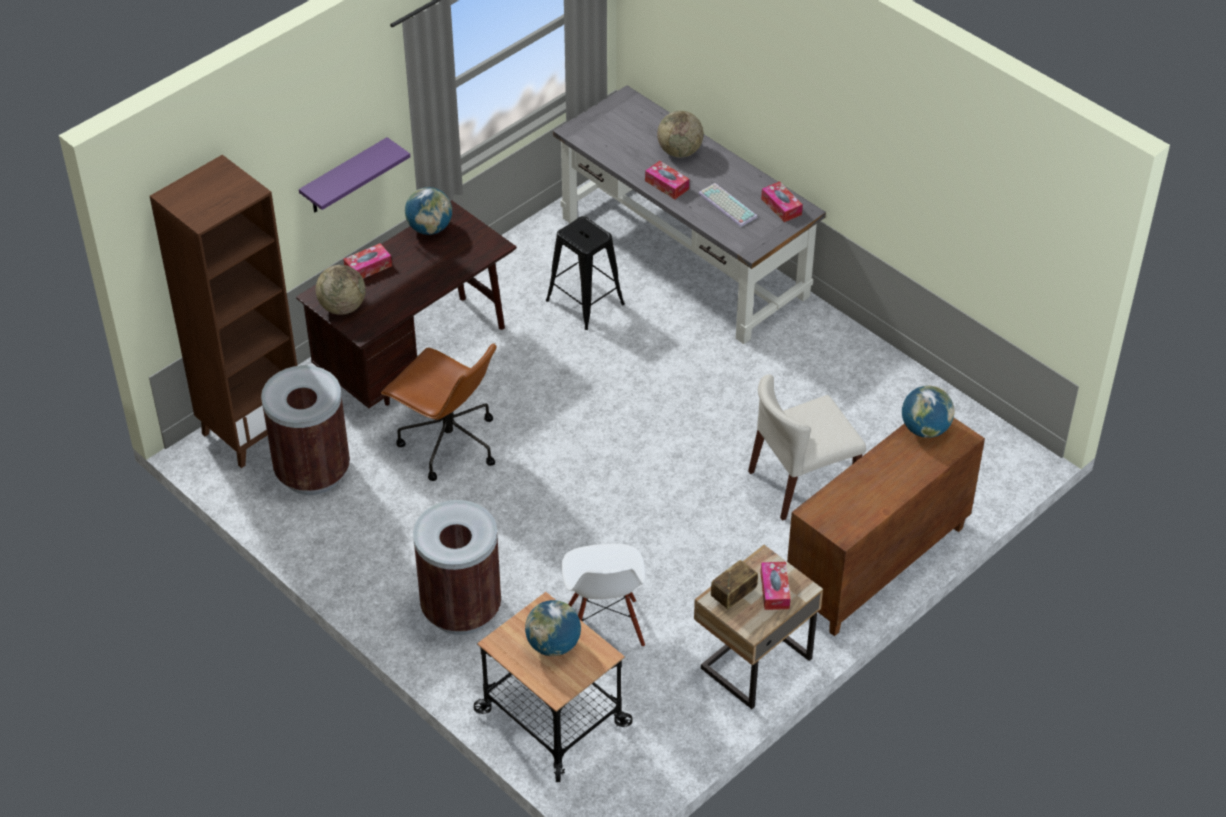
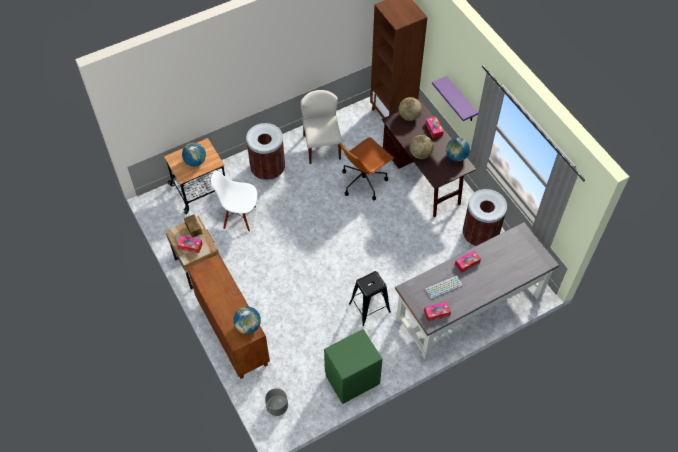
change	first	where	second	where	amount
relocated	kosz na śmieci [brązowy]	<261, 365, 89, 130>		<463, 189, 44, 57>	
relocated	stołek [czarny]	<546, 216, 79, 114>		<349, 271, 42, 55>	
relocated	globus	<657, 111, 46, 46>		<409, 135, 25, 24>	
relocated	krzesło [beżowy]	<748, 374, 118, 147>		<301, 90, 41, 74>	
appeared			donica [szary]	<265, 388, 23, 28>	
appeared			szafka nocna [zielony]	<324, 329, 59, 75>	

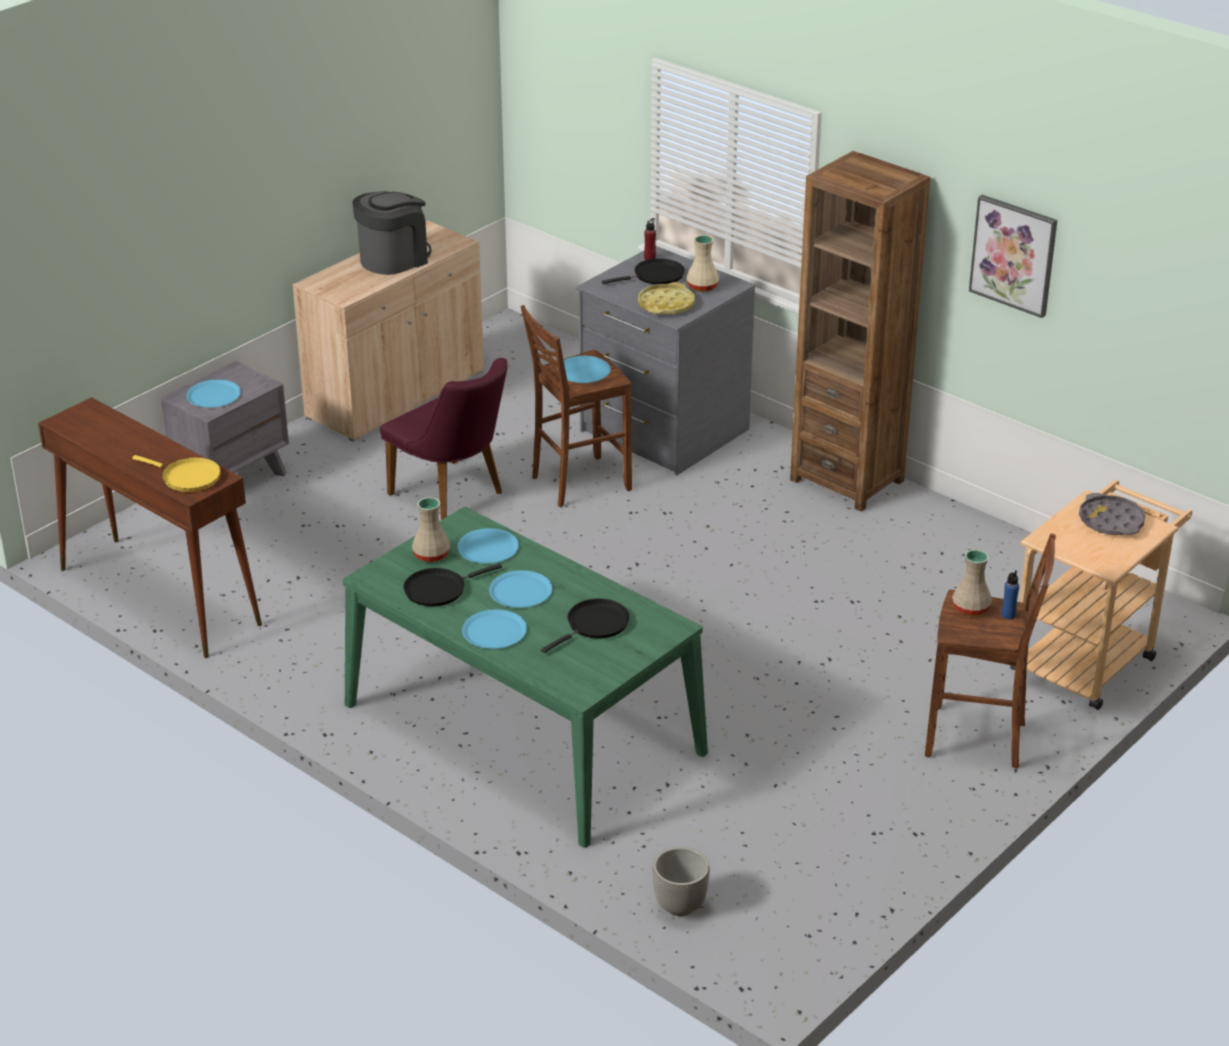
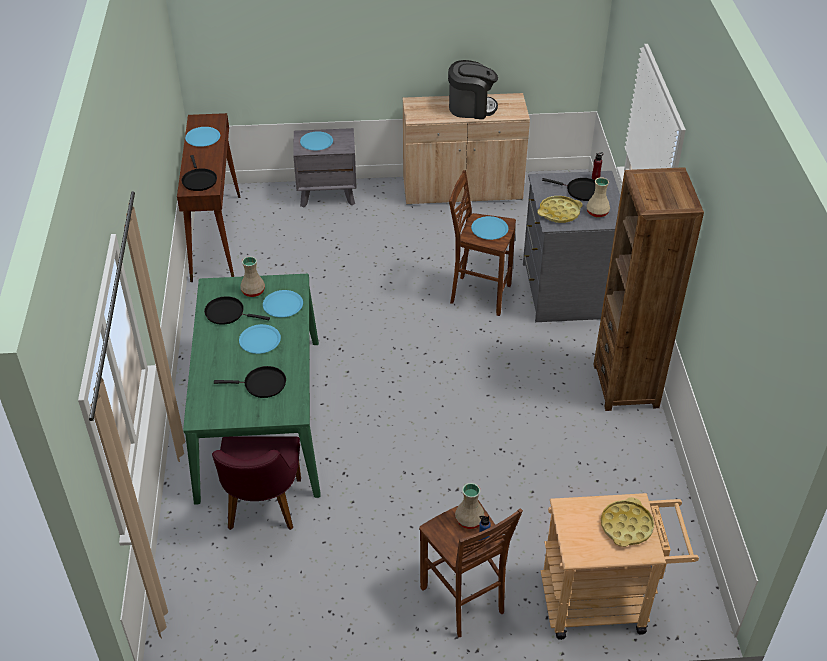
change	first	where	second	where	amount
colour	patelnia [żółty]	<132, 455, 89, 37>	patelnia [czarny]	<182, 155, 35, 36>	
relocated	krzesło [fioletowy]	<380, 358, 128, 162>		<212, 437, 89, 93>	
relocated	talerz [niebieski]	<462, 610, 65, 39>		<185, 127, 35, 20>	
missing	donica	<653, 847, 57, 69>			
missing	obraz	<969, 195, 88, 123>			
colour	taca [szary]	<1079, 493, 67, 42>	taca [żółty]	<601, 497, 53, 50>	

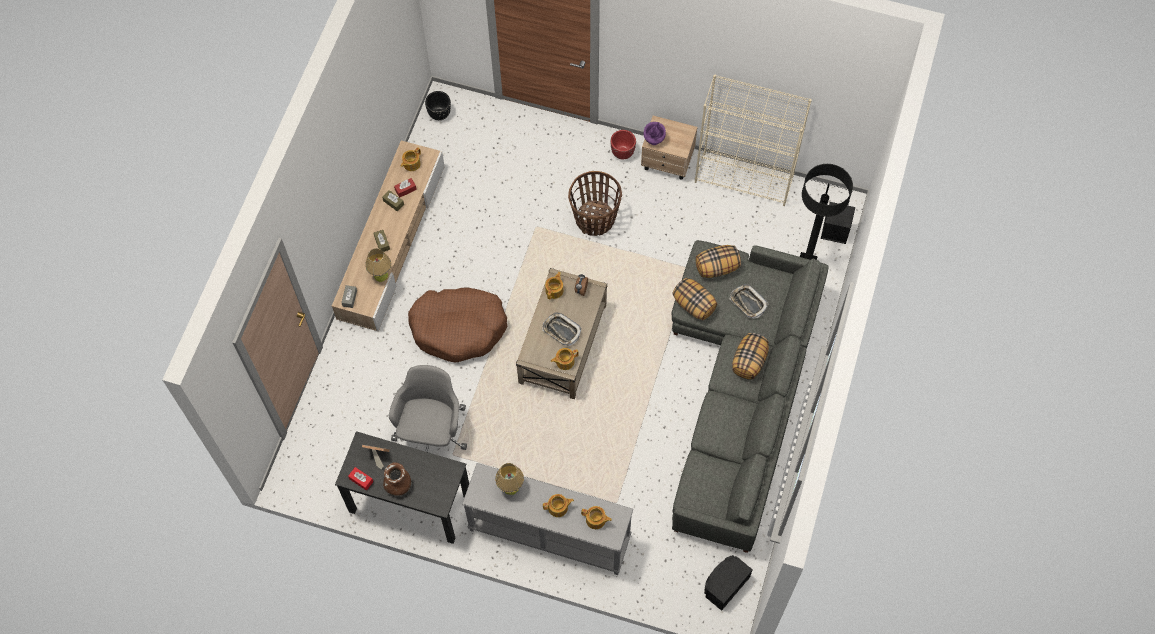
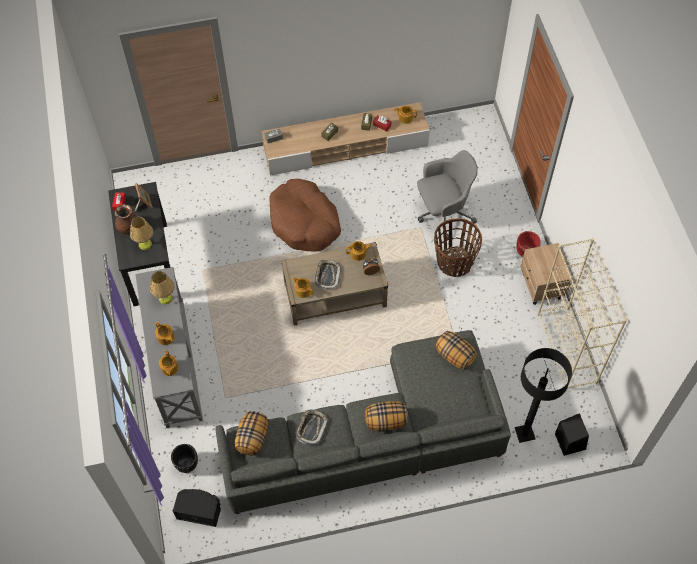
change	first	where	second	where	amount
relocated	lampa stołowa	<365, 248, 26, 34>		<130, 217, 24, 33>	
relocated	krzesło biurowe [szary]	<389, 365, 78, 87>		<417, 150, 61, 89>	
relocated	donica [czarny]	<425, 91, 26, 29>		<171, 444, 27, 29>	
missing	wazon [fioletowy]	<643, 122, 23, 23>			
relocated	poduszka	<672, 278, 45, 42>		<235, 411, 33, 45>	
relocated	taca	<729, 284, 39, 35>		<296, 409, 32, 35>	

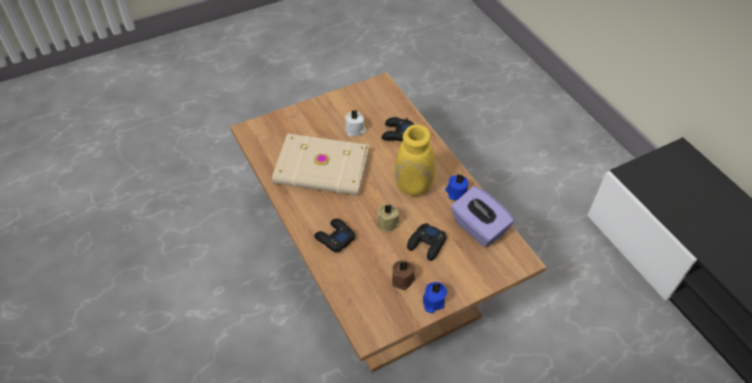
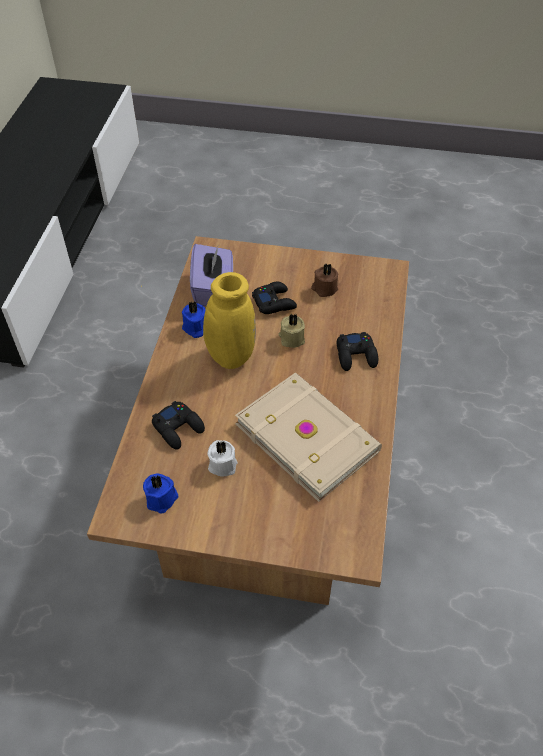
change	first	where	second	where	amount
relocated	świeca [niebieski]	<423, 282, 24, 31>		<143, 474, 35, 39>	

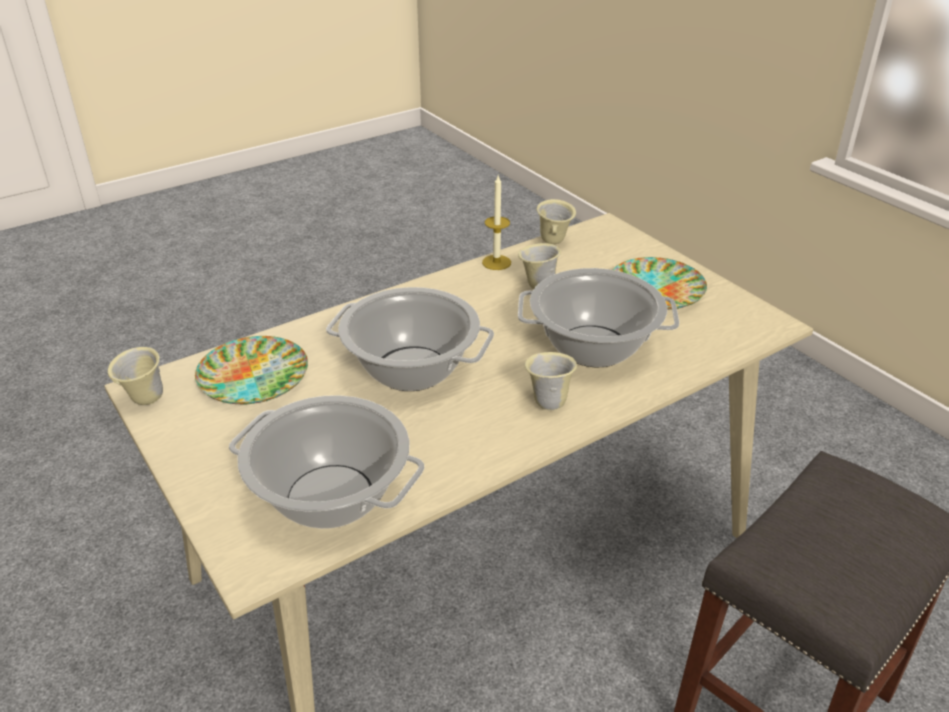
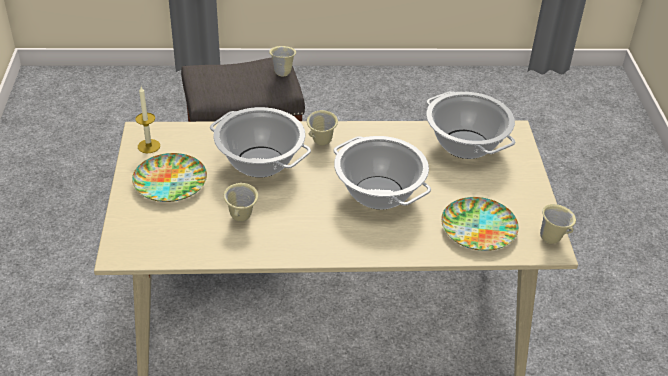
change	first	where	second	where	amount
relocated	świeca	<482, 176, 29, 94>		<135, 86, 25, 67>	
relocated	kubek [beżowy]	<537, 199, 39, 46>		<269, 46, 27, 31>	

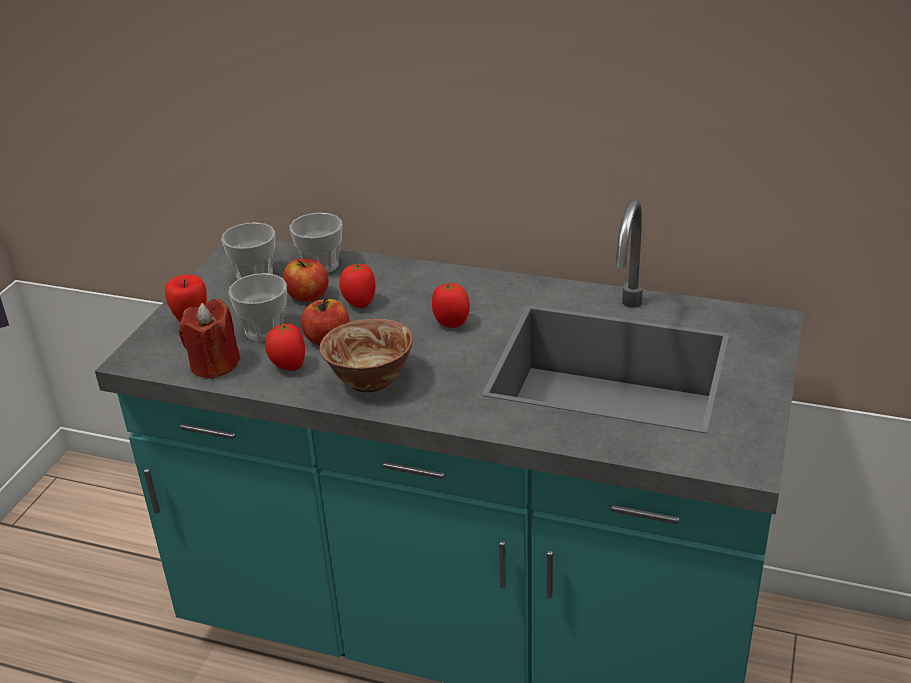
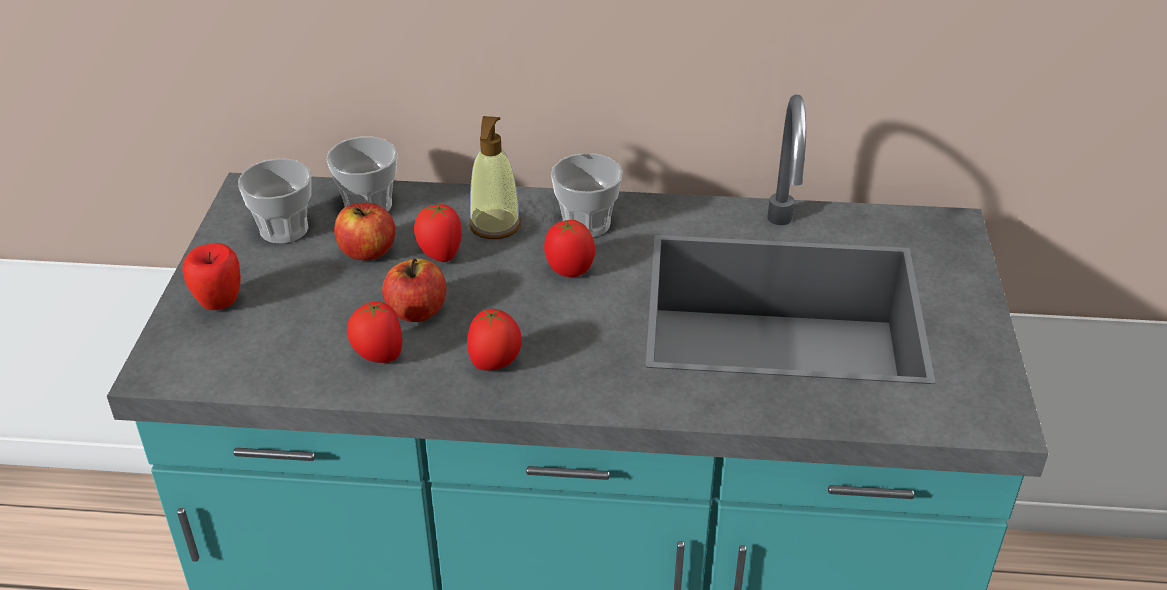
change	first	where	second	where	amount
missing	świeca [czerwony]	<179, 299, 62, 80>			
relocated	filiżanka	<229, 273, 58, 68>		<551, 153, 72, 84>	
exchanged	miska	<320, 319, 93, 73>	pomidor	<467, 309, 55, 61>	
appeared			dozownik mydła	<469, 116, 52, 123>	

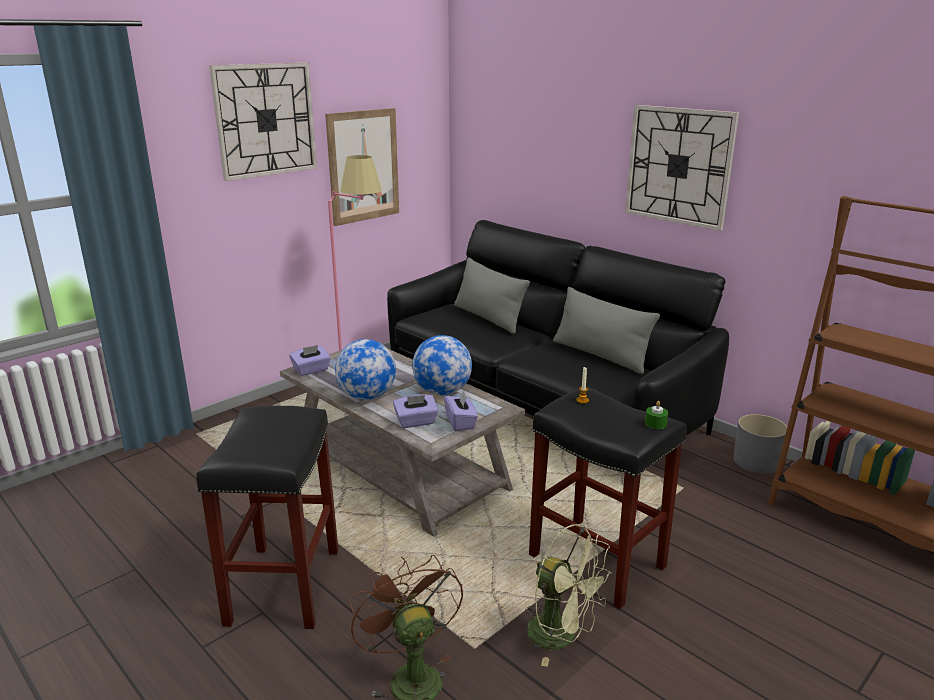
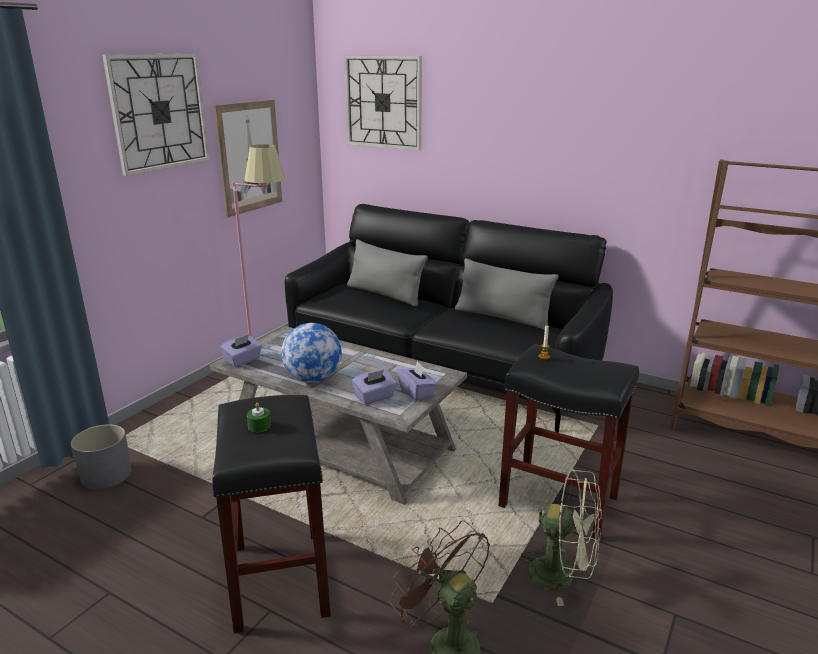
change	first	where	second	where	amount
missing	globus	<412, 335, 60, 60>			
relocated	zegar ścienny	<625, 105, 114, 126>		<344, 55, 78, 96>	
relocated	świeca [zielony]	<645, 401, 23, 28>		<247, 403, 24, 29>	
relocated	donica [szary]	<733, 414, 54, 60>		<71, 424, 60, 65>	

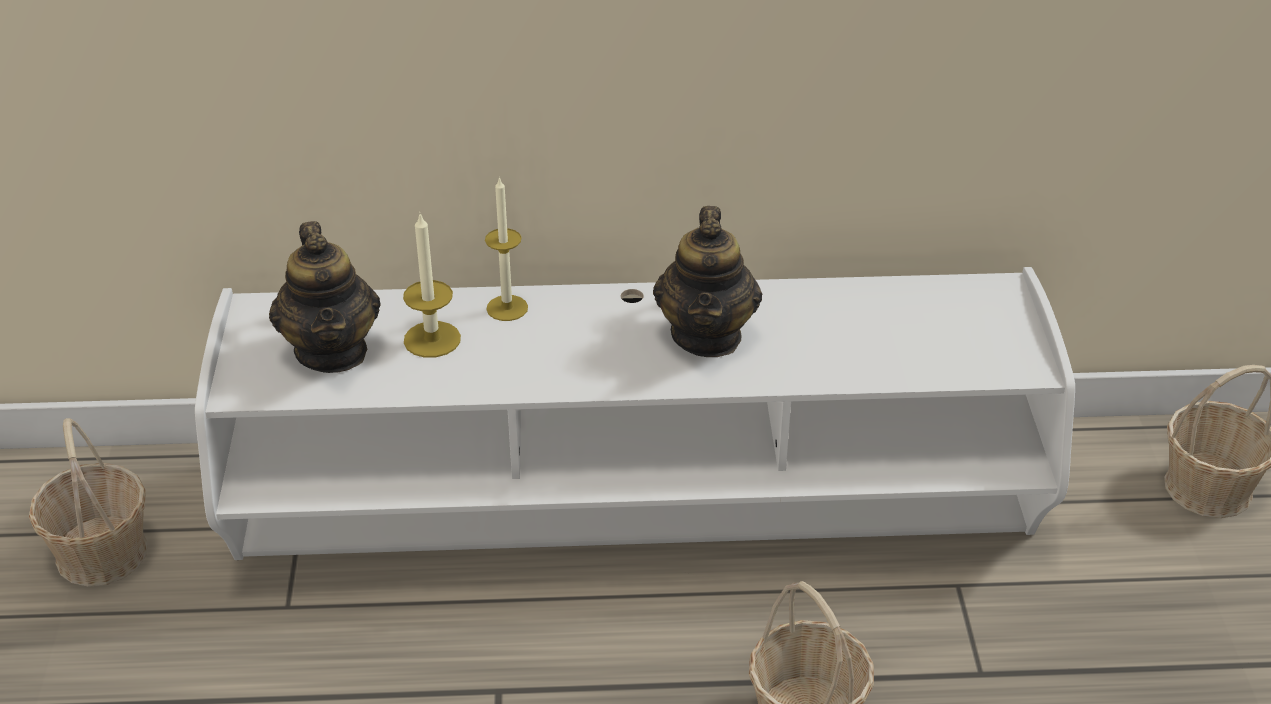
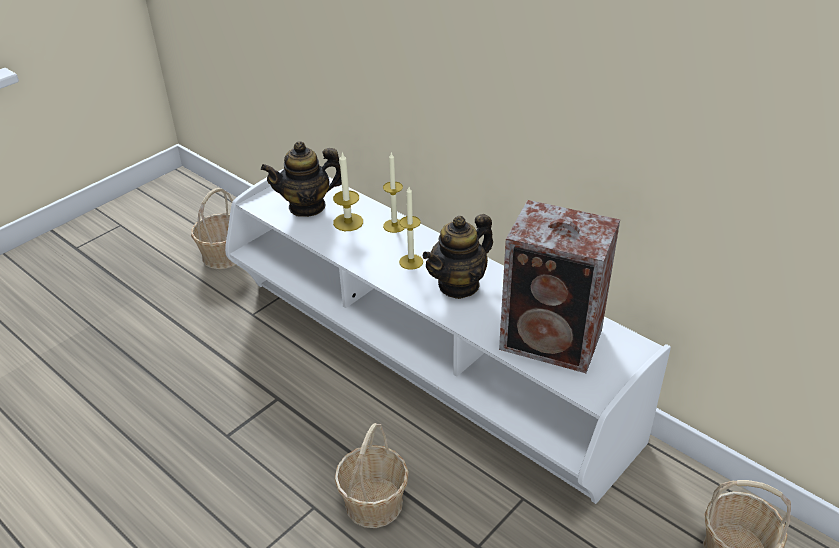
change	first	where	second	where	amount
spun	imbryk	<269, 221, 112, 152>		<261, 141, 81, 76>	45 degrees clockwise
appeared			świeca	<399, 187, 24, 83>	
appeared			głośnik	<499, 200, 121, 173>	

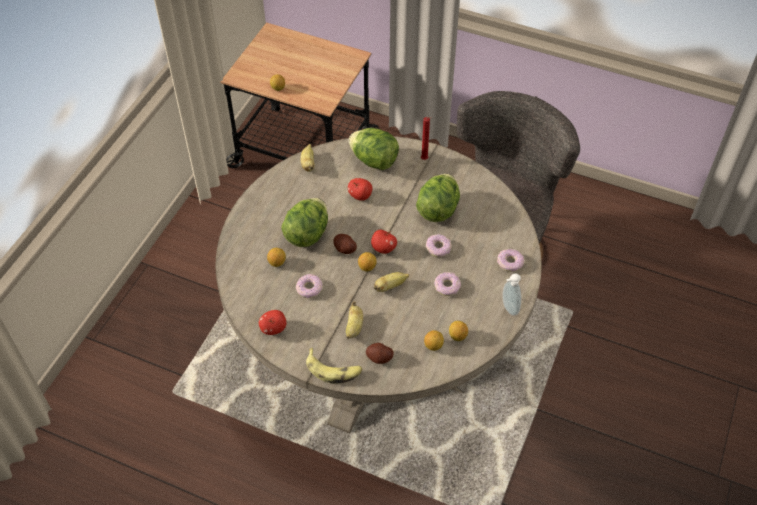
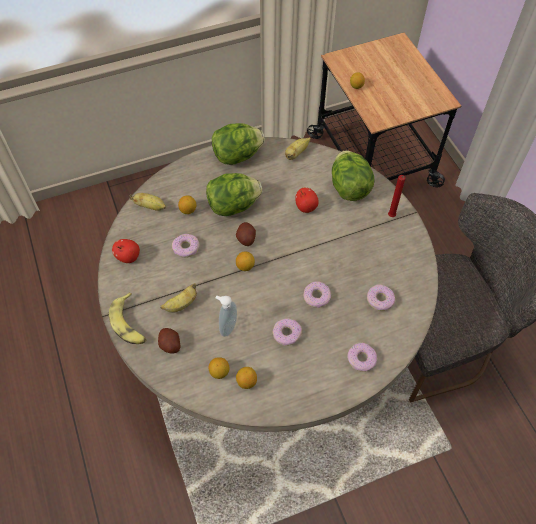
change	first	where	second	where	amount
missing	jabłko	<371, 230, 26, 24>			
relocated	banan	<374, 272, 35, 20>		<130, 193, 36, 18>	
relocated	sałata	<416, 174, 44, 48>		<212, 123, 53, 42>	
relocated	dozownik mydła	<502, 273, 19, 43>		<215, 296, 22, 41>	
appeared			donut	<367, 284, 28, 27>	

